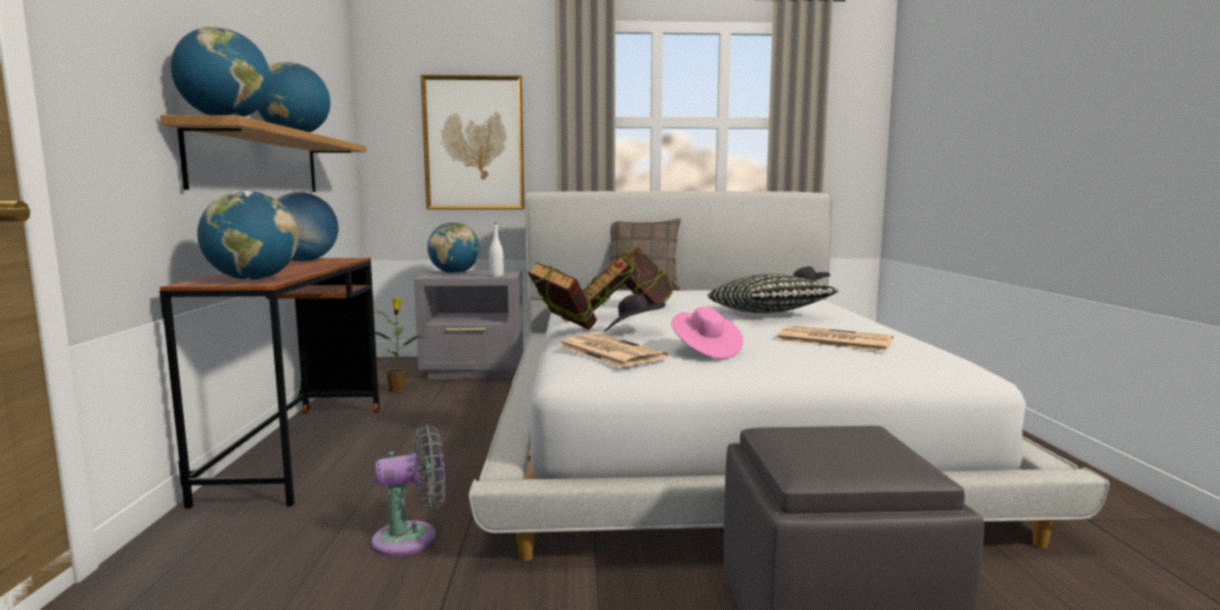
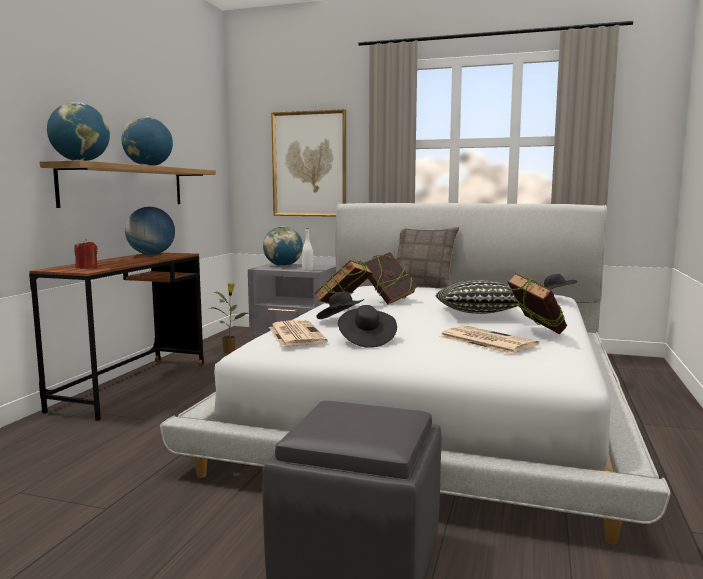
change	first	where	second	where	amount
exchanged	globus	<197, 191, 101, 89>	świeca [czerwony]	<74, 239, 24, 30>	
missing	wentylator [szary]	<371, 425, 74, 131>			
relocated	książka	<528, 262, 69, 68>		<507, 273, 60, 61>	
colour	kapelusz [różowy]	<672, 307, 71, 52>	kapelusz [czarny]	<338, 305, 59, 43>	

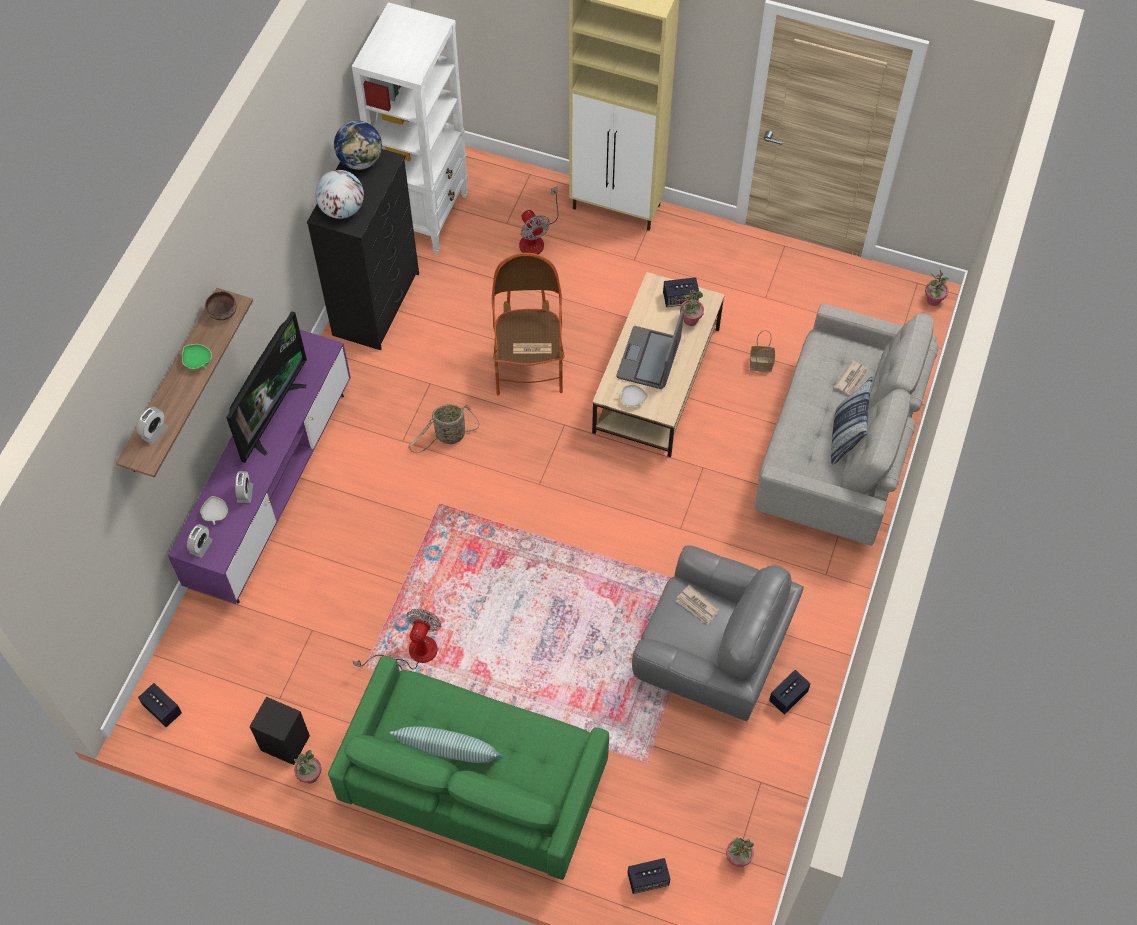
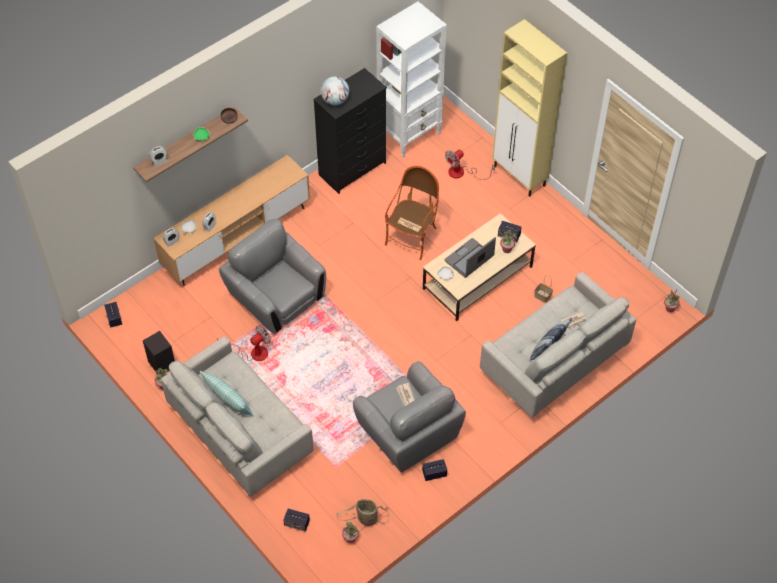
change	first	where	second	where	amount
colour	szafka pod telewizor [fioletowy]	<168, 329, 183, 275>	szafka pod telewizor [brązowy]	<154, 155, 156, 131>	
missing	telewizor	<226, 311, 81, 152>			
colour	kanapa [zielony]	<328, 655, 281, 225>	kanapa [szary]	<161, 337, 153, 159>	
missing	globus	<333, 121, 49, 49>			
relocated	koszyk	<408, 404, 72, 49>		<336, 499, 53, 27>	
spun	wentylator	<519, 186, 40, 68>		<445, 150, 50, 30>	45 degrees clockwise
appeared			fotel [szary]	<219, 219, 107, 115>	

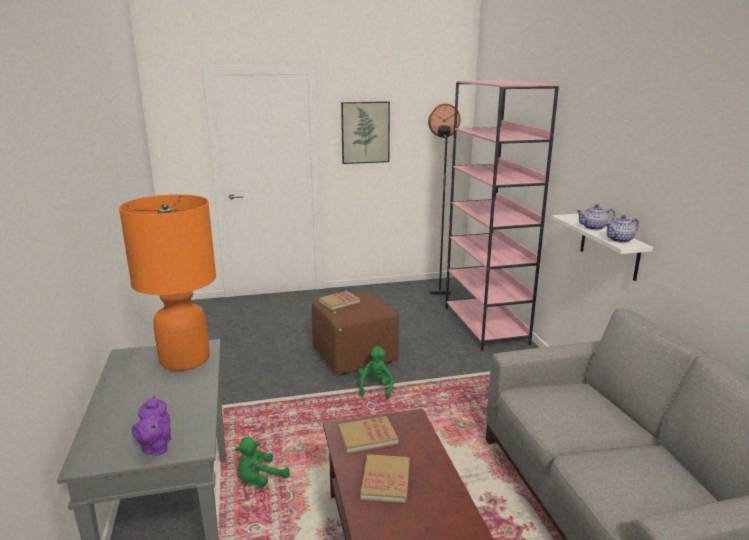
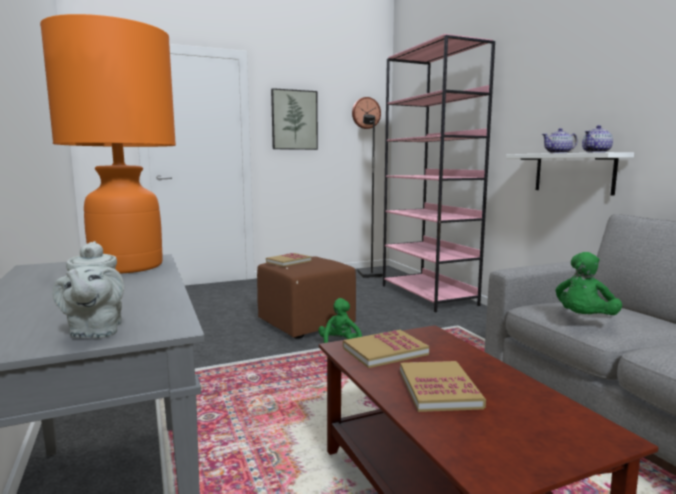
change	first	where	second	where	amount
colour	imbryk [fioletowy]	<131, 395, 40, 60>	imbryk [szary]	<52, 241, 72, 97>	
relocated	pluszak [zielony]	<235, 437, 55, 50>		<555, 252, 67, 63>	

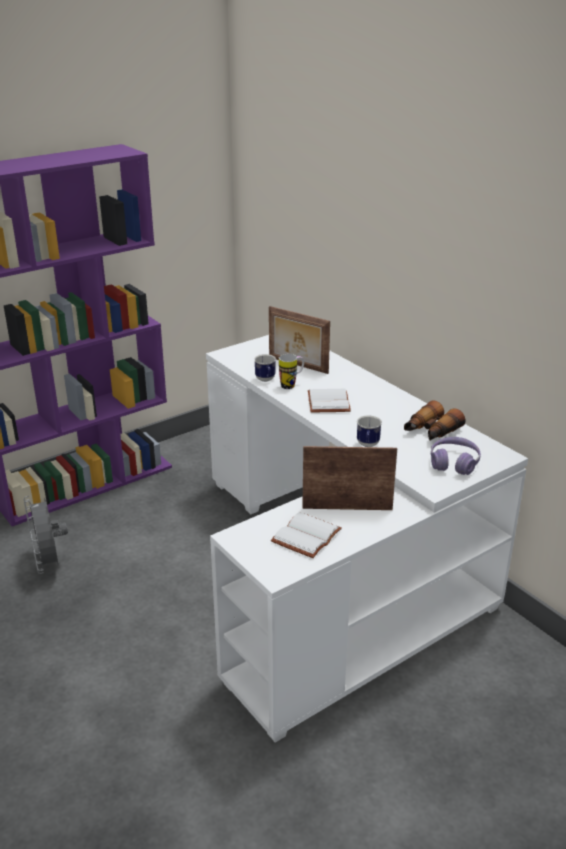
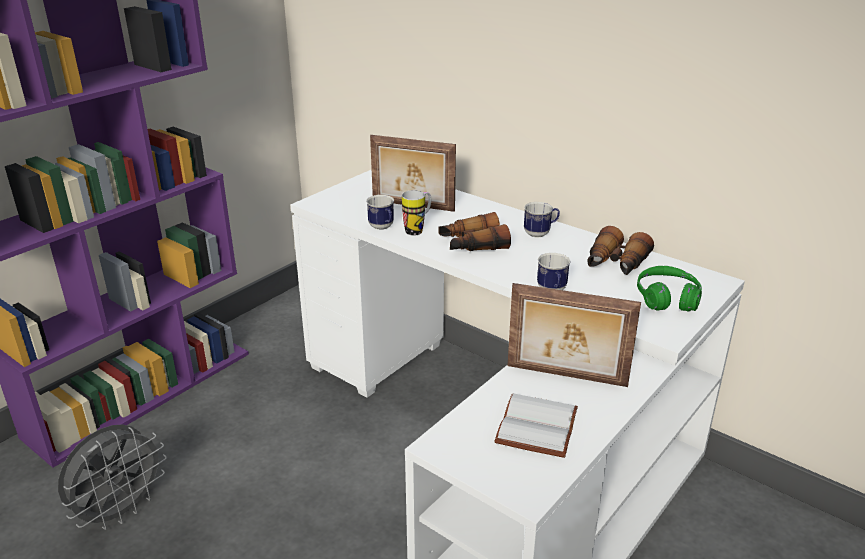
change	first	where	second	where	amount
spun	wentylator [szary]	<24, 496, 44, 78>		<58, 424, 109, 106>	105 degrees counterclockwise
spun	ramka na zdjęcie	<302, 446, 95, 64>		<508, 283, 133, 104>	150 degrees counterclockwise
exchanged	książka [biały]	<308, 389, 43, 23>	lornetka	<438, 212, 73, 39>	
colour	słuchawki [fioletowy]	<431, 437, 50, 38>	słuchawki [zielony]	<637, 266, 65, 46>	
appeared			kubek	<524, 202, 36, 36>	

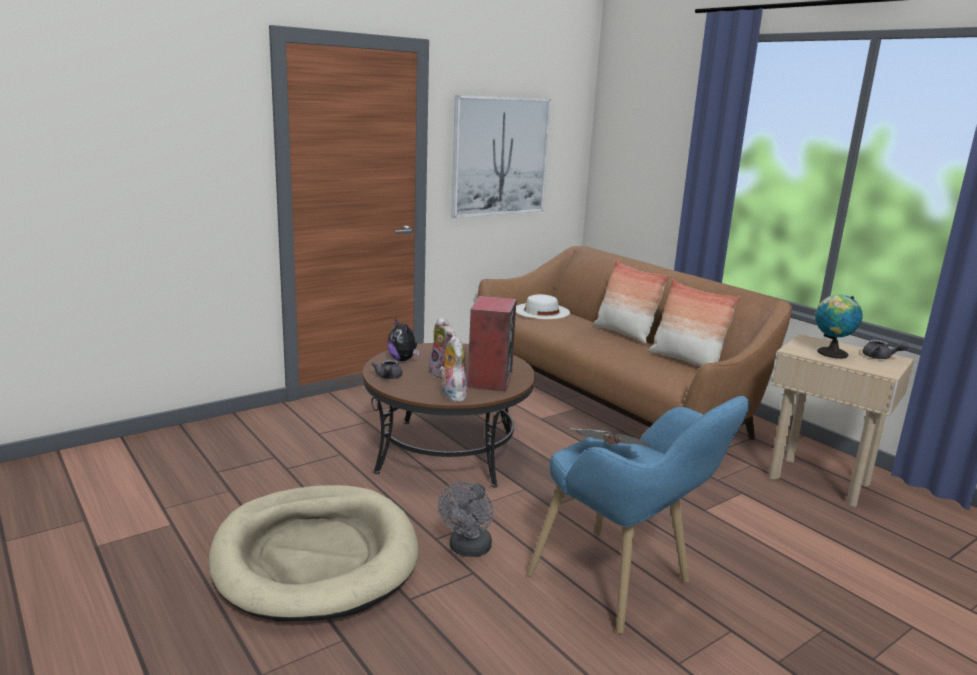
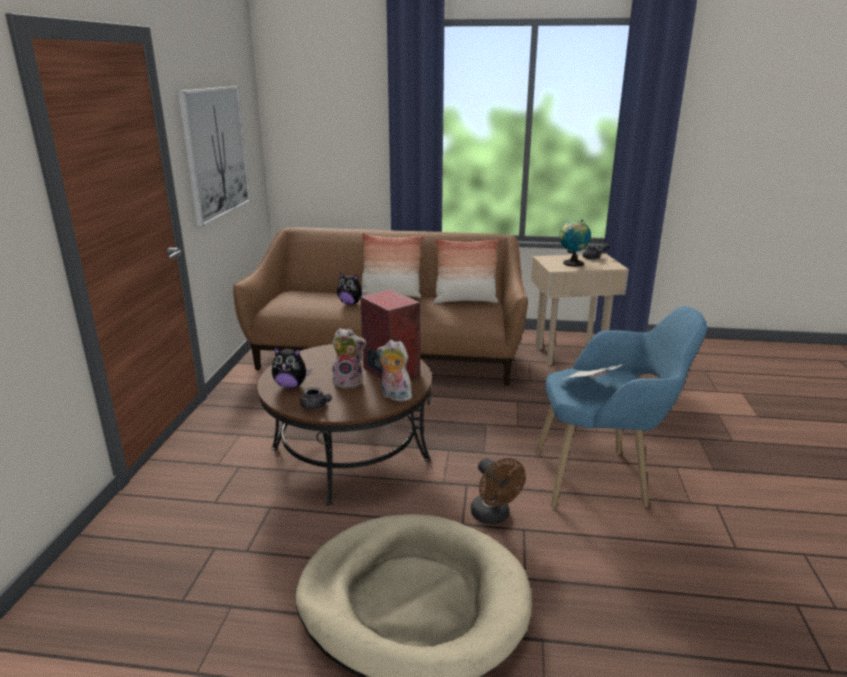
change	first	where	second	where	amount
colour	wentylator [szary]	<438, 482, 55, 75>	wentylator [brązowy]	<471, 458, 55, 66>	
missing	kapelusz [biały]	<516, 294, 54, 25>			
appeared			pluszak	<337, 273, 29, 32>	

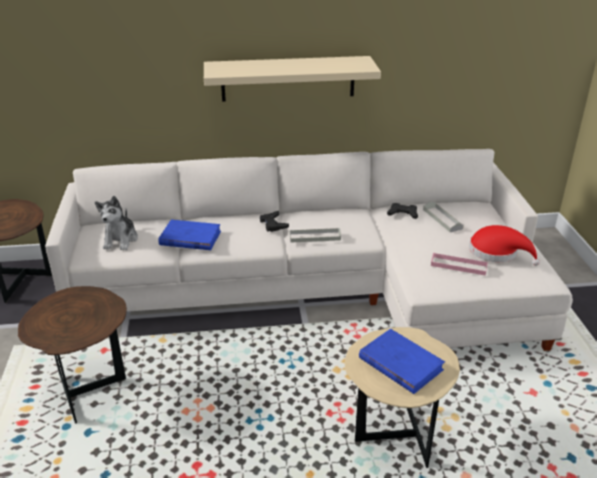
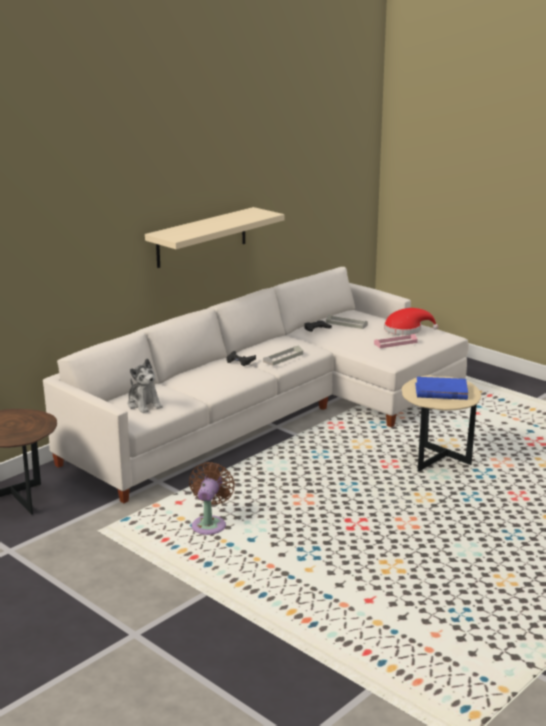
change	first	where	second	where	amount
exchanged	stolik [brązowy]	<18, 286, 109, 138>	wentylator [brązowy]	<189, 462, 46, 73>	
missing	książka [niebieski]	<158, 220, 63, 30>			

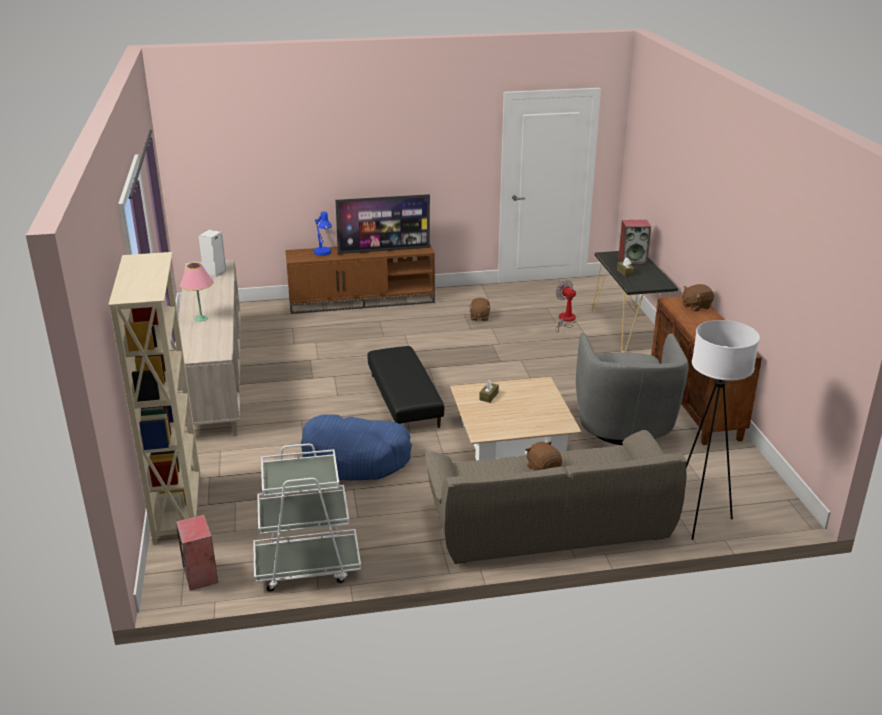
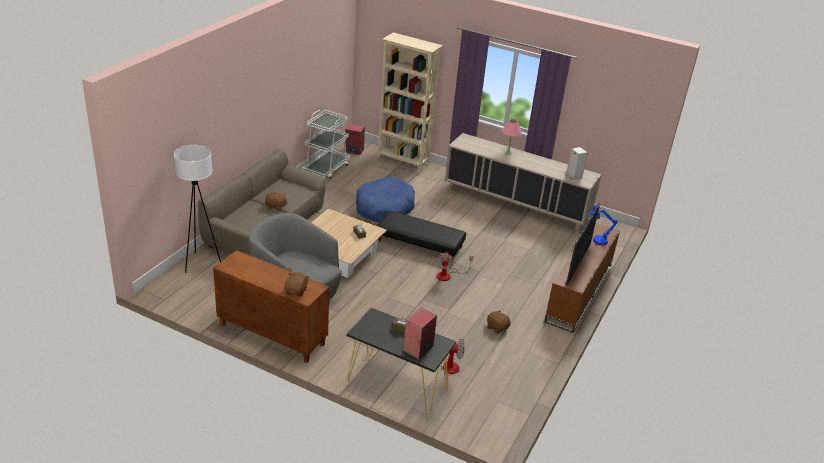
change	first	where	second	where	amount
appeared			wentylator	<436, 252, 38, 29>	

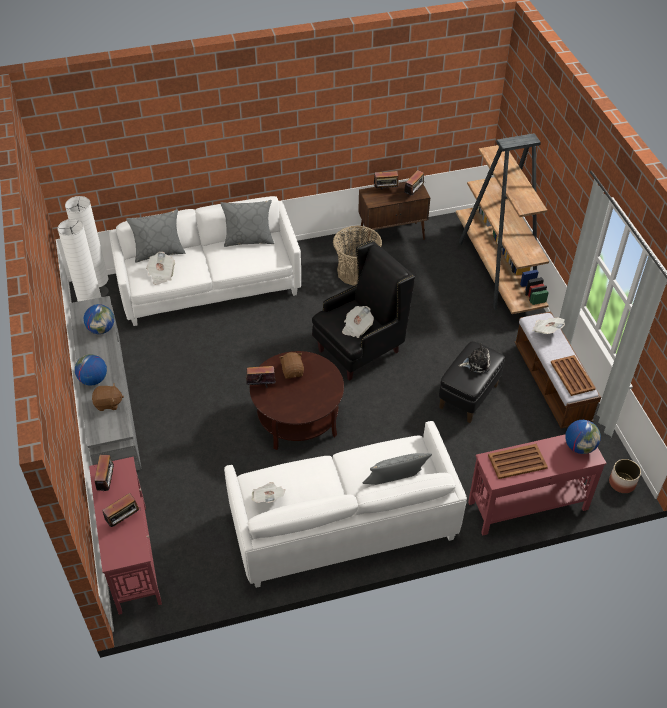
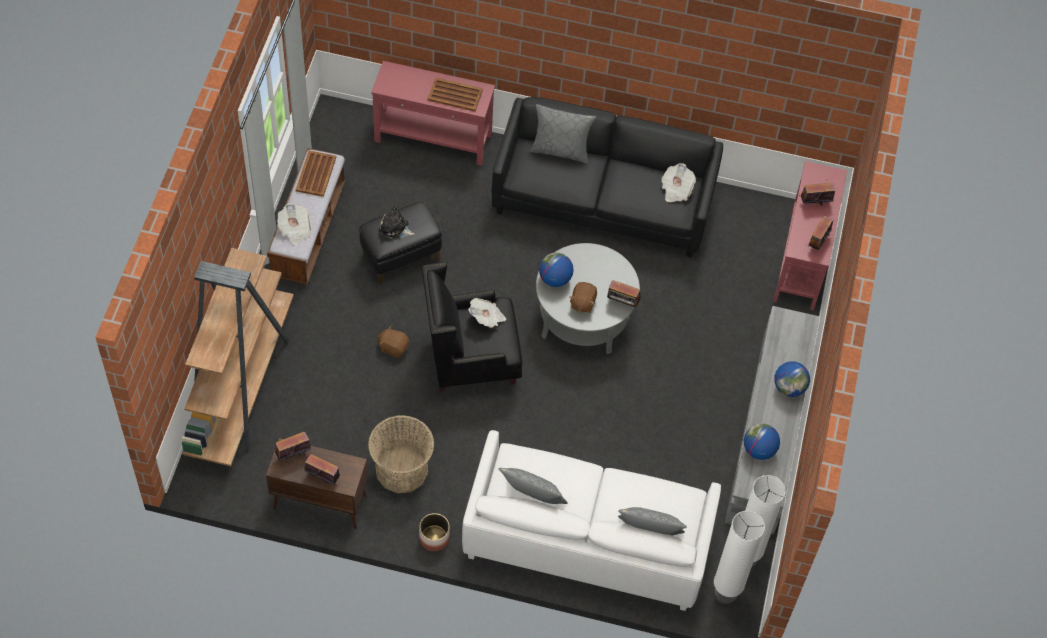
change	first	where	second	where	amount
relocated	pluszak [brązowy]	<92, 383, 32, 28>		<377, 326, 32, 32>	
missing	gazeta	<146, 252, 29, 33>			
colour	kanapa [biały]	<224, 421, 243, 167>	kanapa [czarny]	<492, 97, 231, 160>	
colour	ława [brązowy]	<250, 351, 94, 99>	ława [szary]	<536, 243, 104, 111>	
relocated	globus	<565, 420, 36, 34>		<539, 253, 35, 34>	
relocated	donica	<609, 459, 32, 34>		<419, 513, 31, 38>	

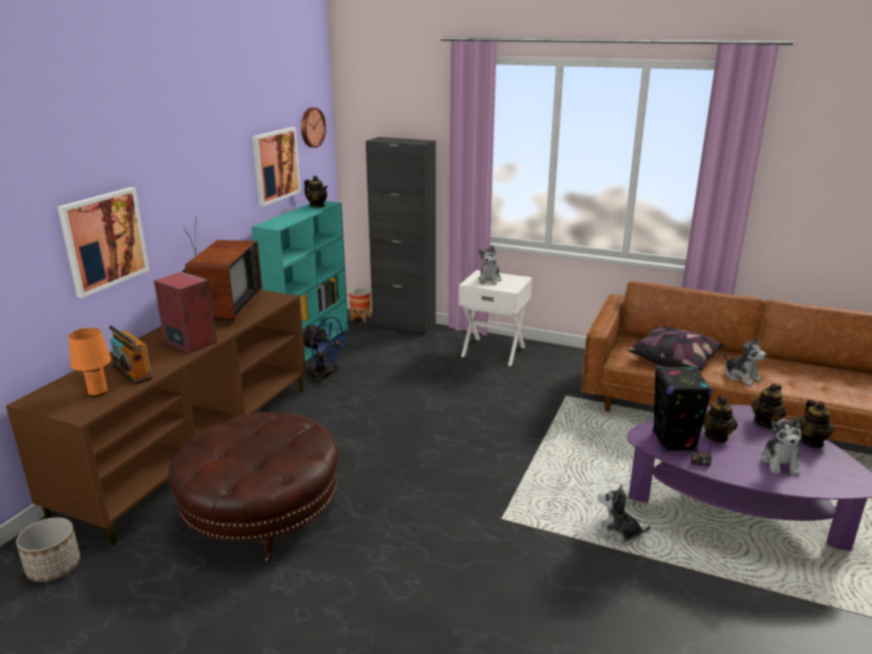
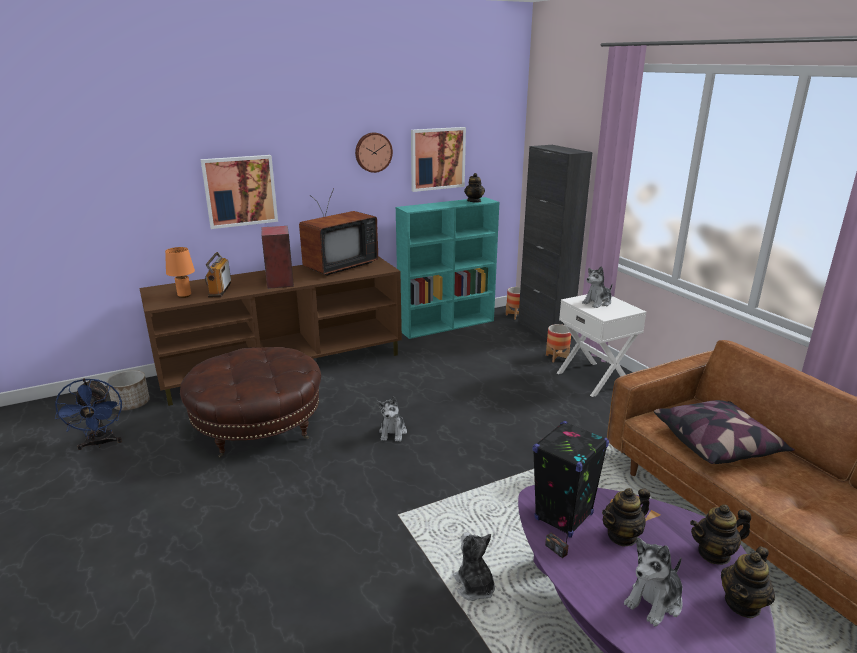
change	first	where	second	where	amount
relocated	zegar ścienny	<301, 108, 25, 40>		<355, 133, 38, 40>	
relocated	wentylator [niebieski]	<303, 317, 48, 67>		<55, 378, 67, 72>	
relocated	pluszak	<723, 337, 43, 49>		<377, 396, 30, 46>	
appeared			donica	<546, 324, 25, 38>	

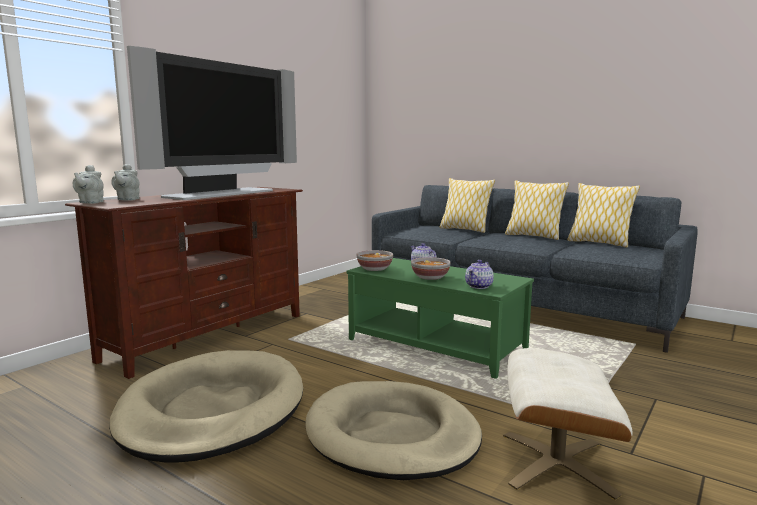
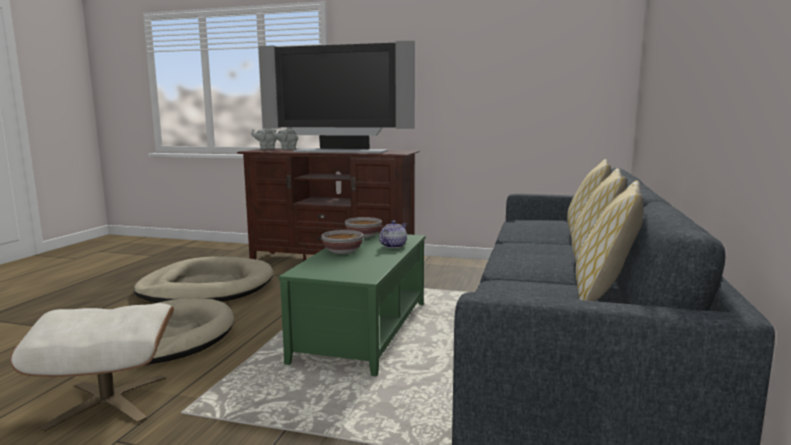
change	first	where	second	where	amount
missing	imbryk	<465, 260, 29, 29>			

